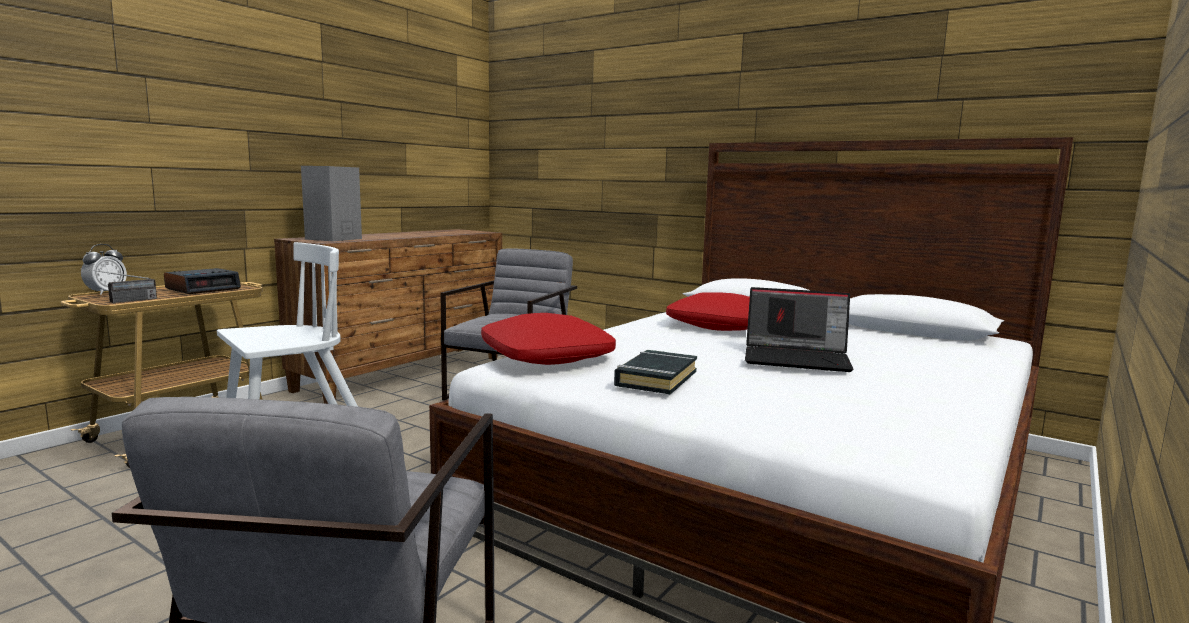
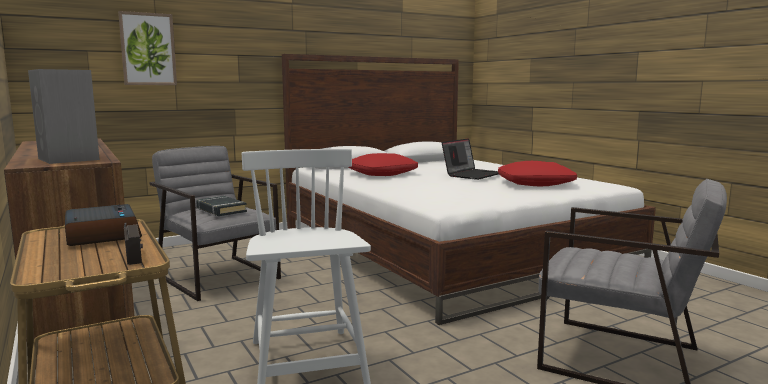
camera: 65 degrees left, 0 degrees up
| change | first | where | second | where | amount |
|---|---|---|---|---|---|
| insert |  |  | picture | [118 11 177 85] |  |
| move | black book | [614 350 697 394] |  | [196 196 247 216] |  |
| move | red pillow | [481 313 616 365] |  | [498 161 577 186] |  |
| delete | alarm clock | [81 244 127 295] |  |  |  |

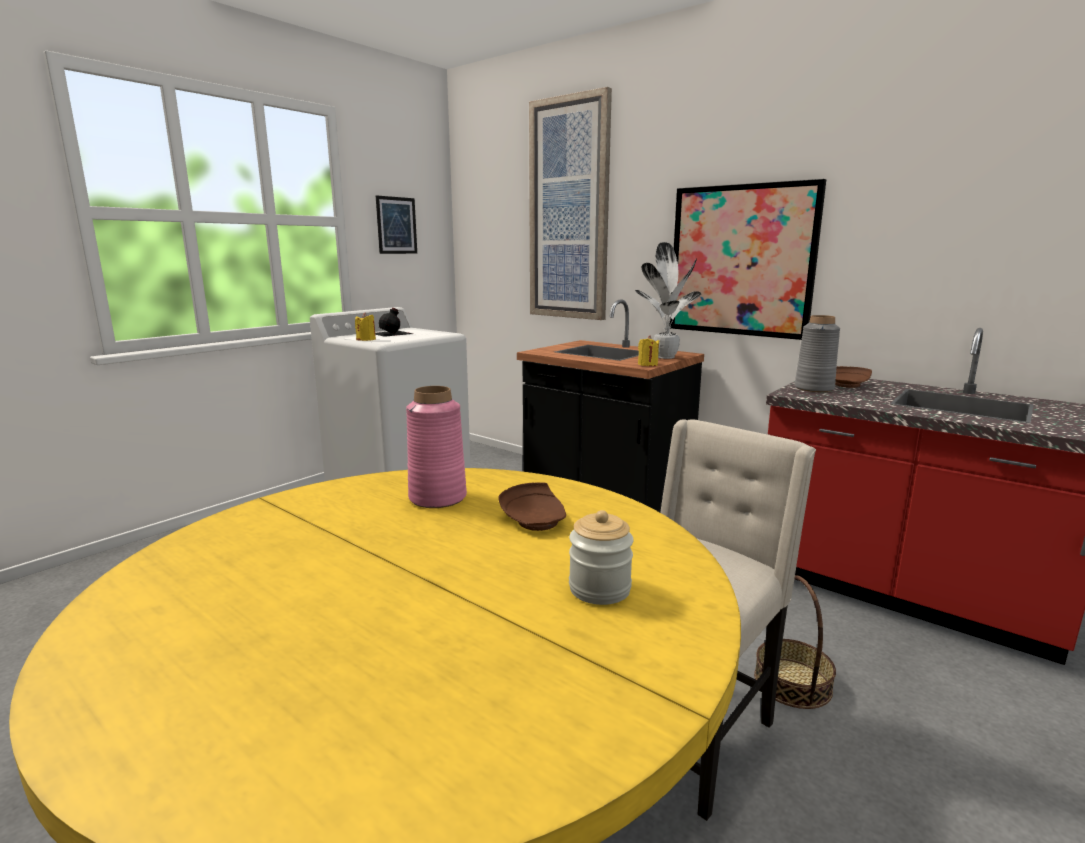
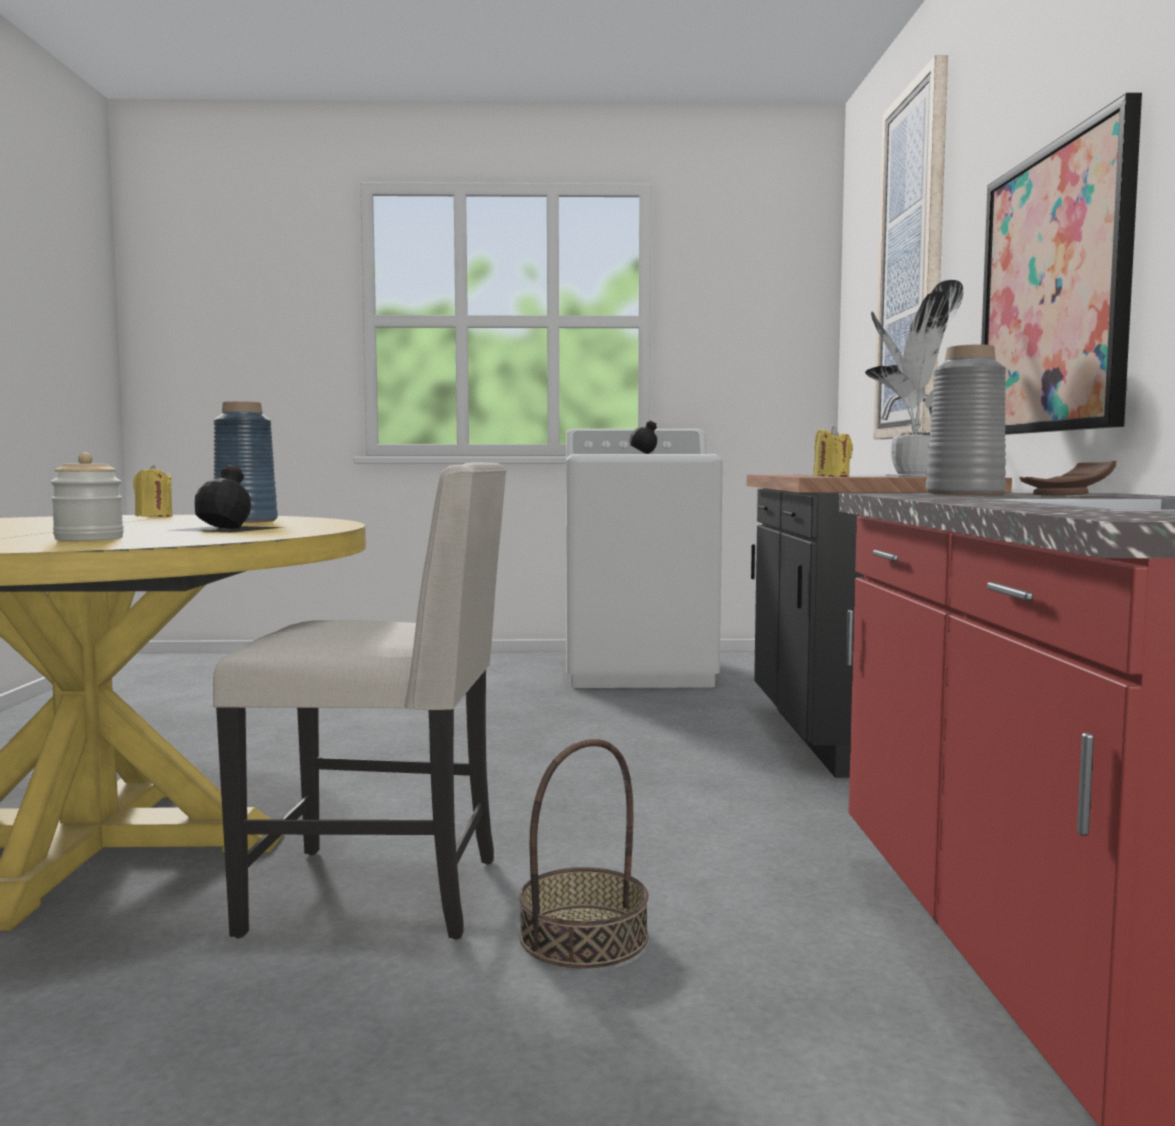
camera: 50 degrees right, 10 degrees down
| change | first | where | second | where | amount |
|---|---|---|---|---|---|
| move | yellow candle | [355 312 376 341] |  | [133 465 172 517] |  |
| replace | brown plate | [498 482 566 531] | black bottle | [165 465 285 532] |  |
| recolor | pink vase | [406 386 467 508] | blue vase | [213 401 278 523] |  |
| delete | picture | [376 195 417 254] |  |  |  |

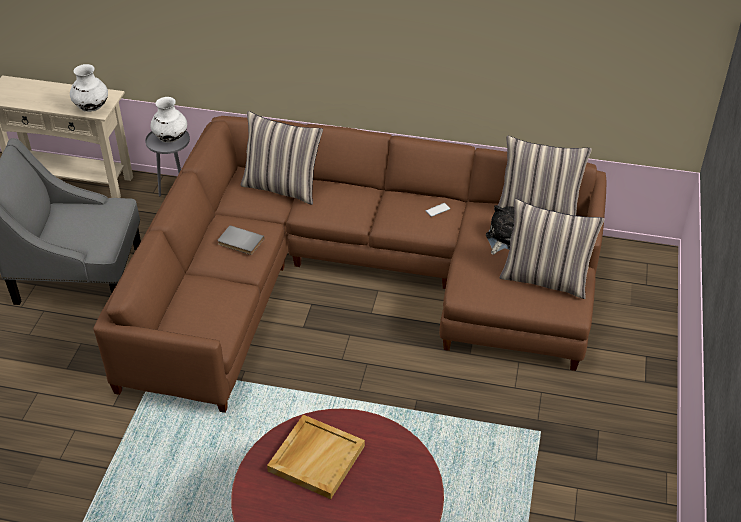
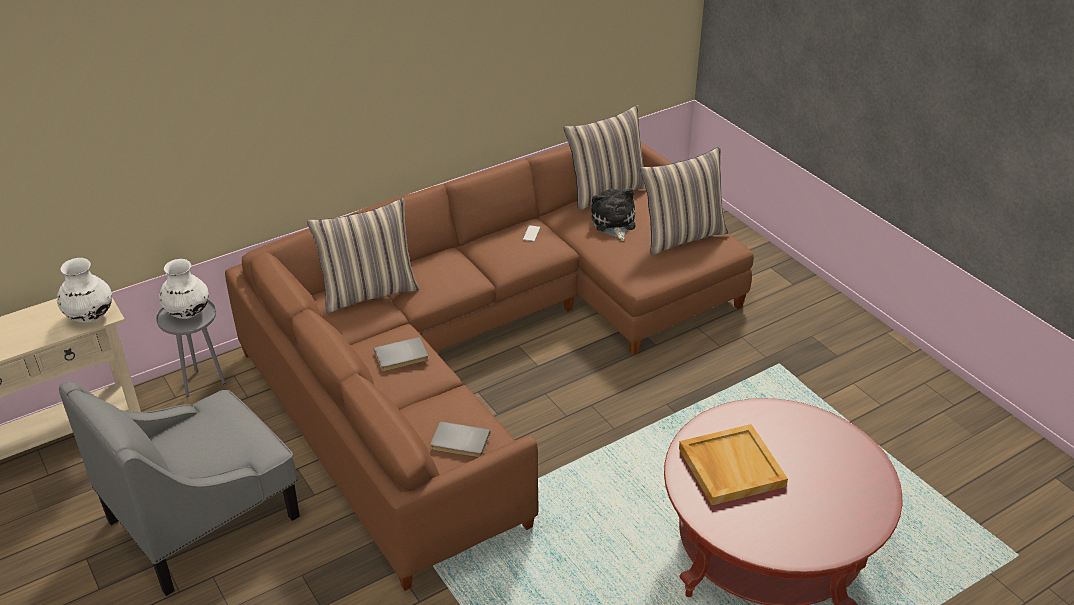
camera: 45 degrees left, 5 degrees down
| change | first | where | second | where | amount |
|---|---|---|---|---|---|
| insert |  |  | grey book | [430 421 490 458] |  |

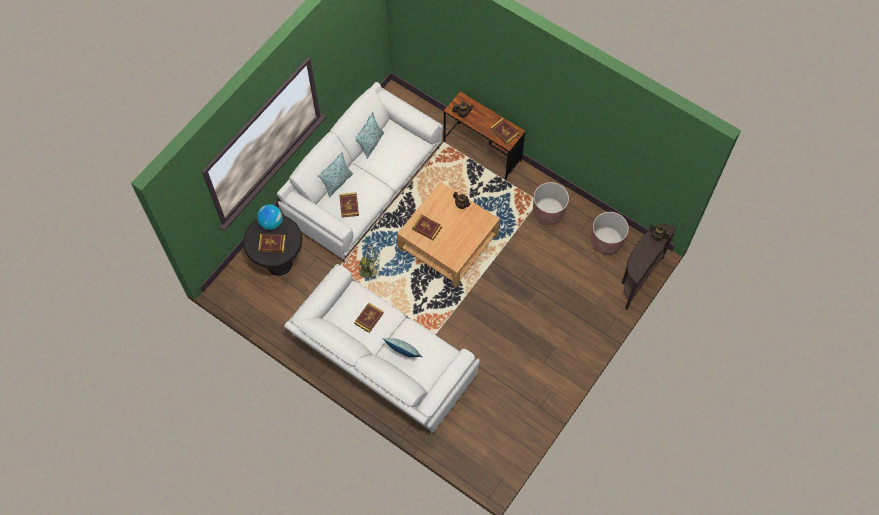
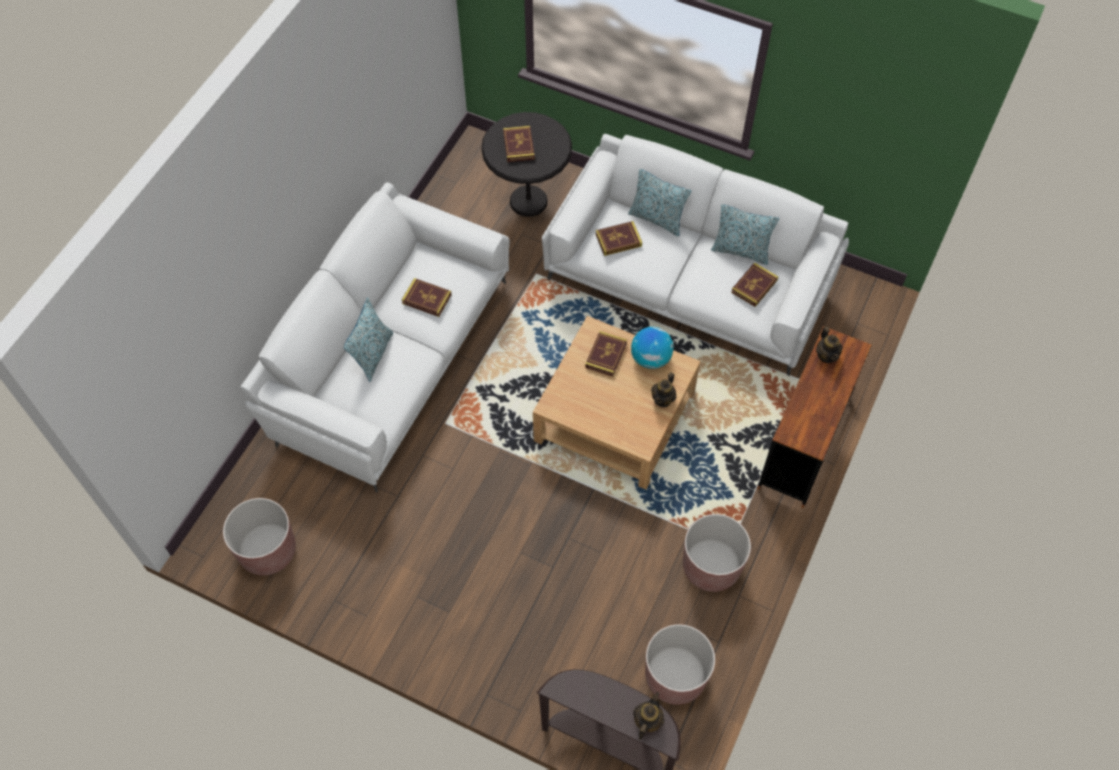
camera: 80 degrees right, 5 degrees down
| change | first | where | second | where | amount |
|---|---|---|---|---|---|
| insert |  |  | brown planter | [223 498 296 575] |  |
| move | globe | [257 204 283 230] |  | [631 327 674 369] |  |
| move | book | [490 118 519 145] |  | [731 262 778 307] |  |
| delete | green fan | [358 246 380 280] |  |  |  |

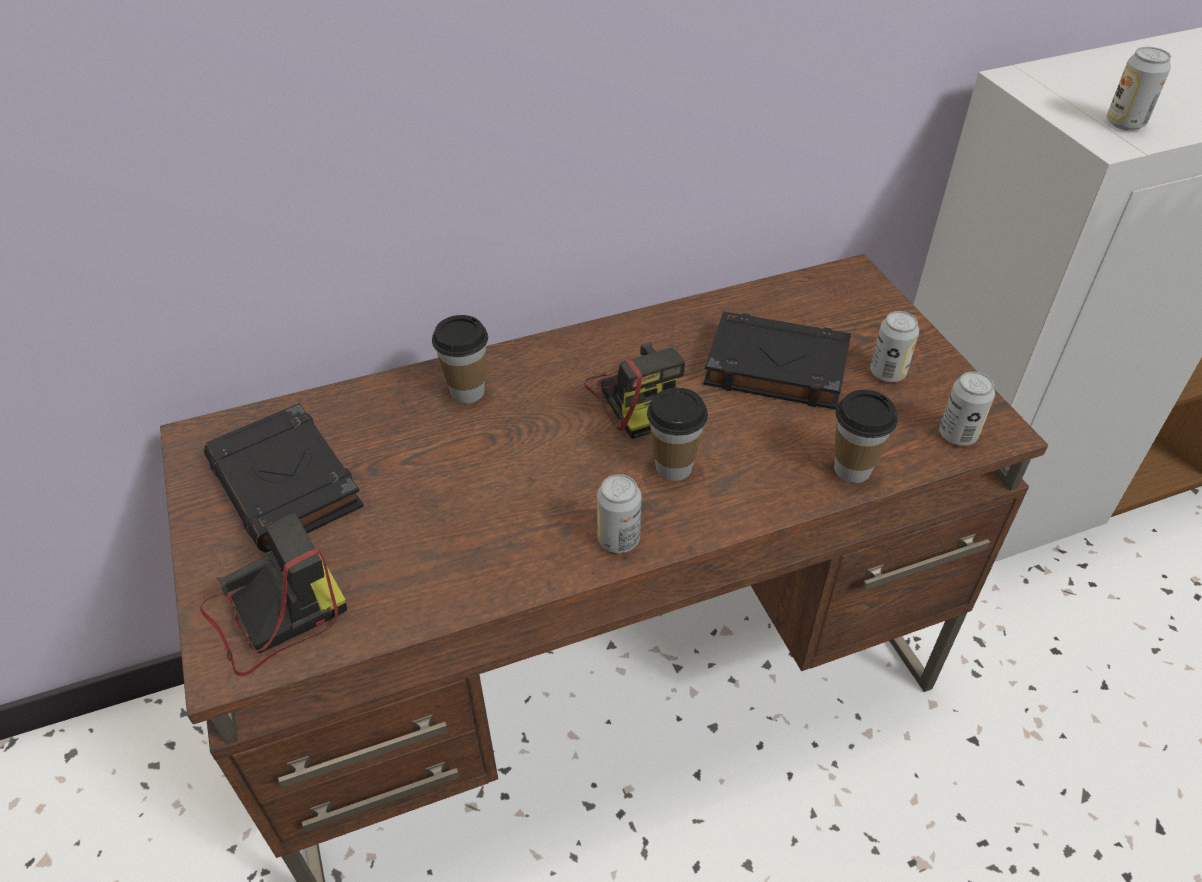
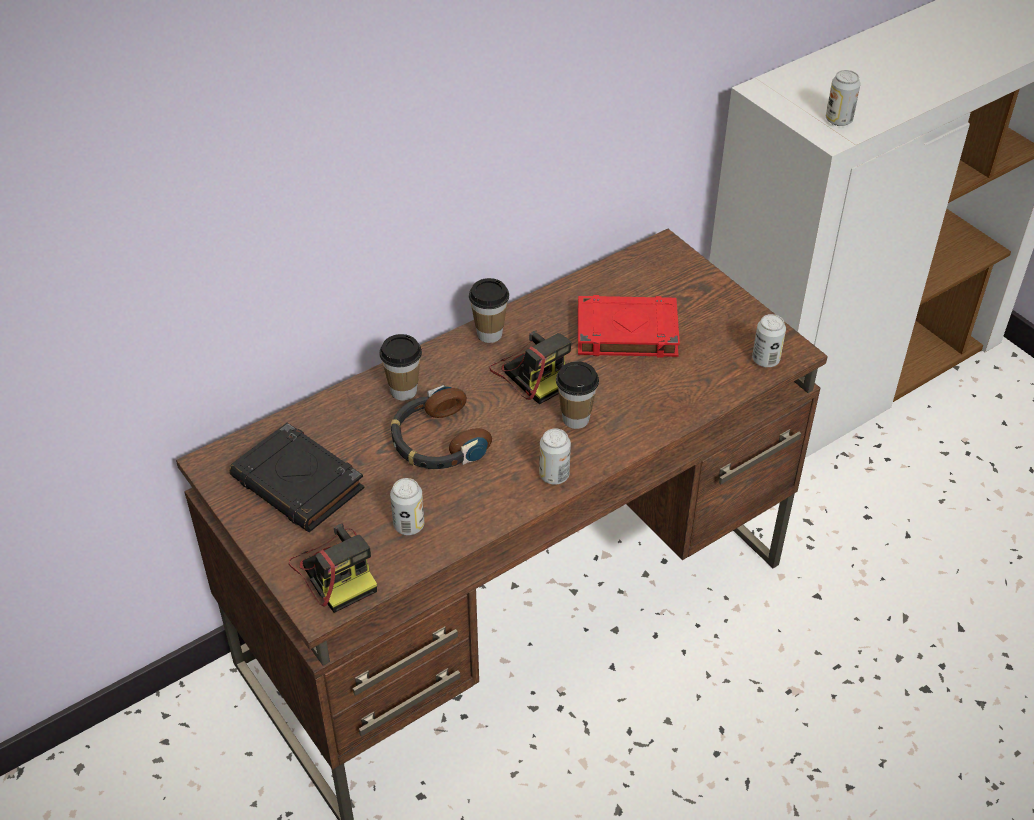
camera: 15 degrees left, 0 degrees up
| change | first | where | second | where | amount |
|---|---|---|---|---|---|
| rotate | photo camera | [200 512 347 677] |  | [289 523 377 613] | 105 degrees clockwise |
| move | can | [870 311 919 382] |  | [390 478 424 535] |  |
| insert |  |  | headphones | [391 385 492 469] |  |
| move | cup | [834 390 898 483] |  | [469 278 509 343] |  |
| recolor | black book | [703 311 851 410] | red book | [578 295 680 357] |  |

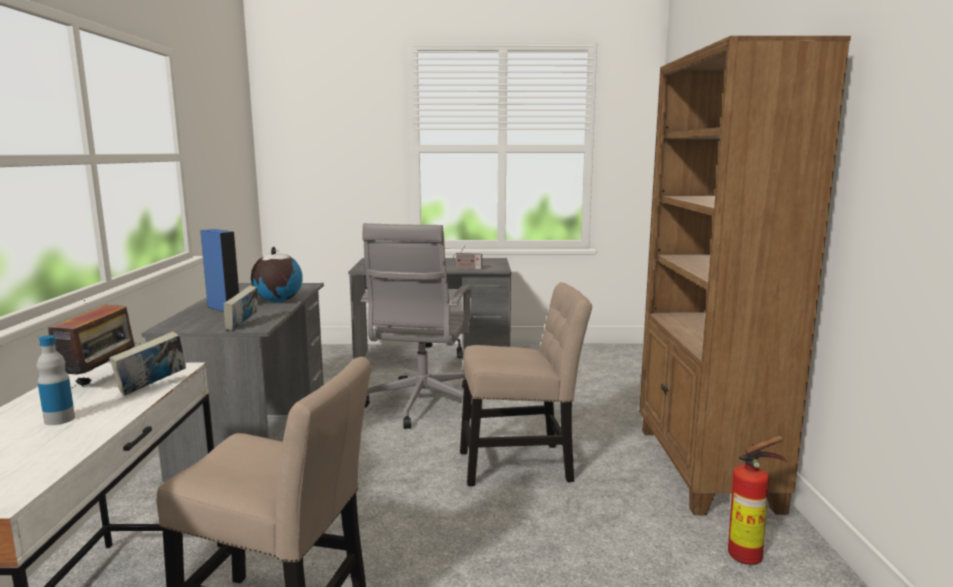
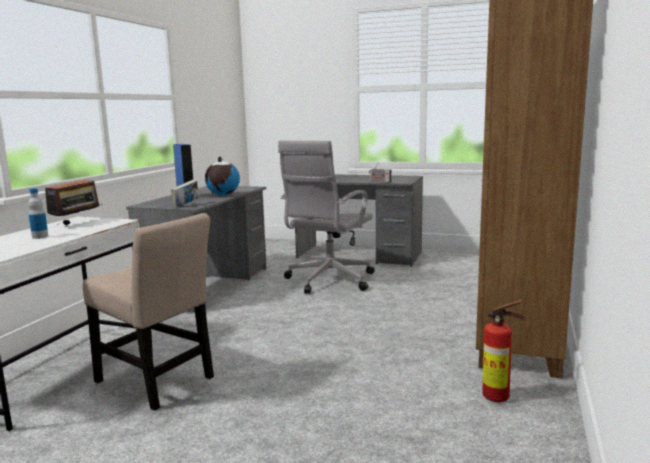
camera: 20 degrees right, 0 degrees up
| change | first | where | second | where | amount |
|---|---|---|---|---|---|
| delete | book | [109 332 186 395] |  |  |  |
| delete | beige chair | [460 282 592 486] |  |  |  |

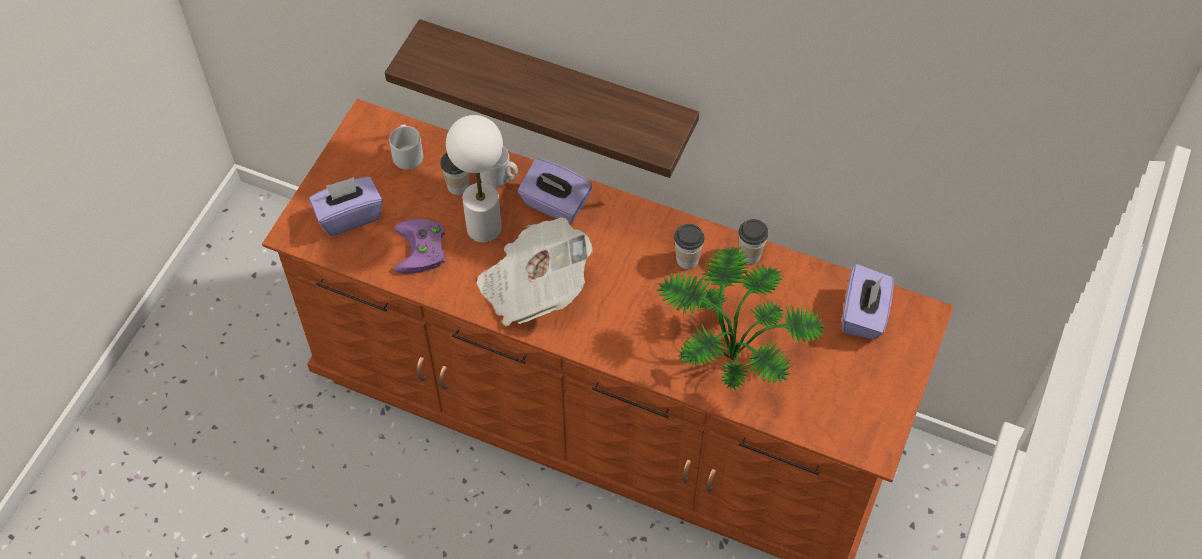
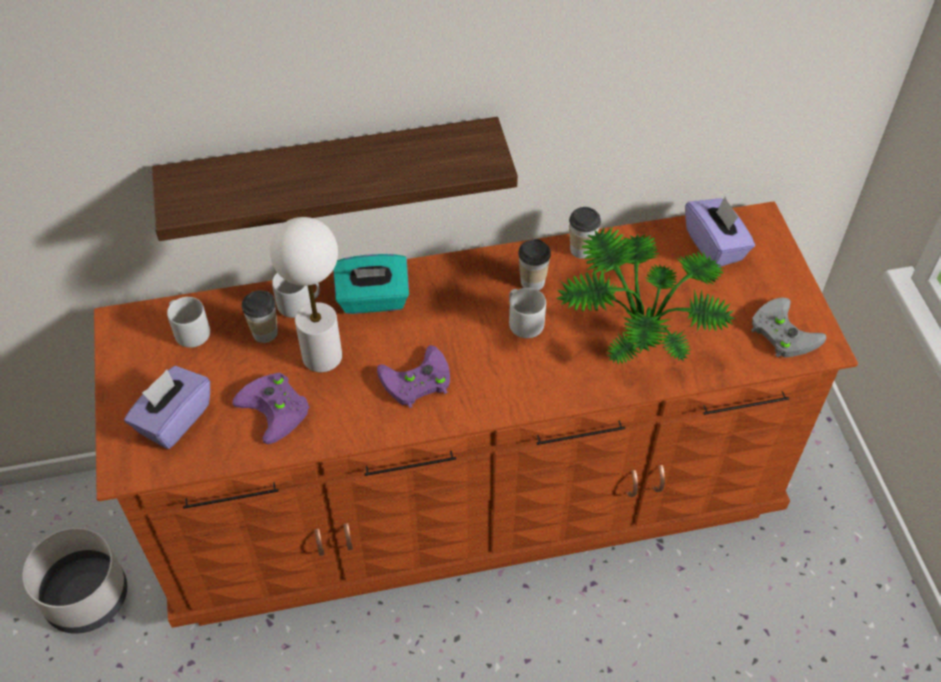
camera: 35 degrees left, 5 degrees down
| change | first | where | second | where | amount |
|---|---|---|---|---|---|
| insert |  |  | grey planter | [22 527 127 634] |  |
| recolor | purple tissue box | [518 158 592 224] | turquoise tissue box | [333 254 409 314] |  |
| replace | newspaper | [477 217 593 326] | purple game controller | [377 345 450 408] |  |
| insert |  |  | grey mug | [509 288 546 338] |  |
| insert |  |  | grey game controller | [751 297 827 358] |  |

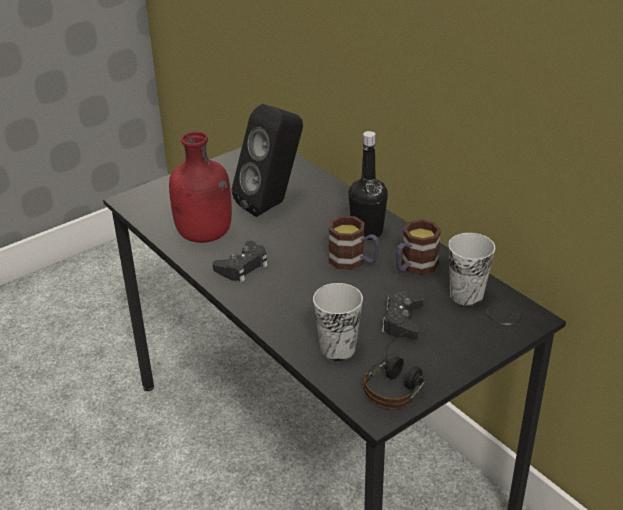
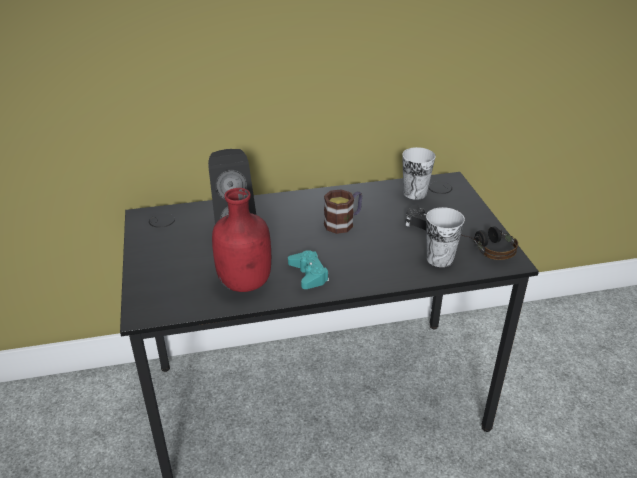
camera: 65 degrees left, 0 degrees up
| change | first | where | second | where | amount |
|---|---|---|---|---|---|
| recolor | black game controller | [213 241 268 282] | turquoise game controller | [288 250 329 289] |  |
| delete | black bottle | [349 131 388 240] |  |  |  |
| delete | mug | [396 219 441 275] |  |  |  |

